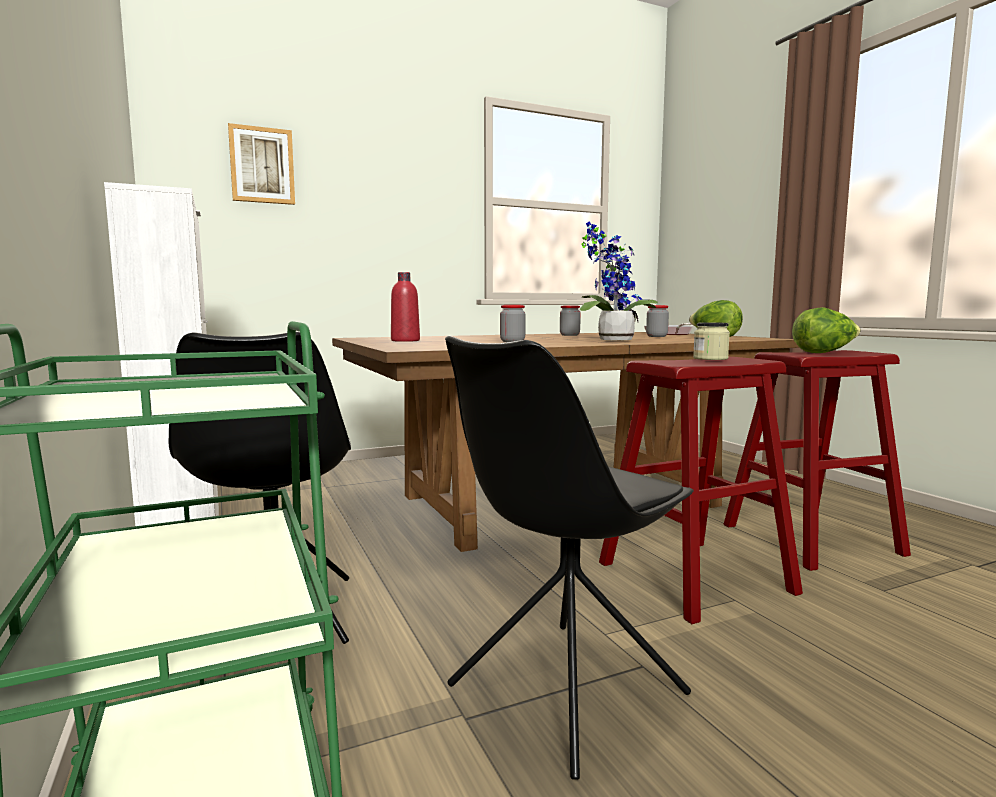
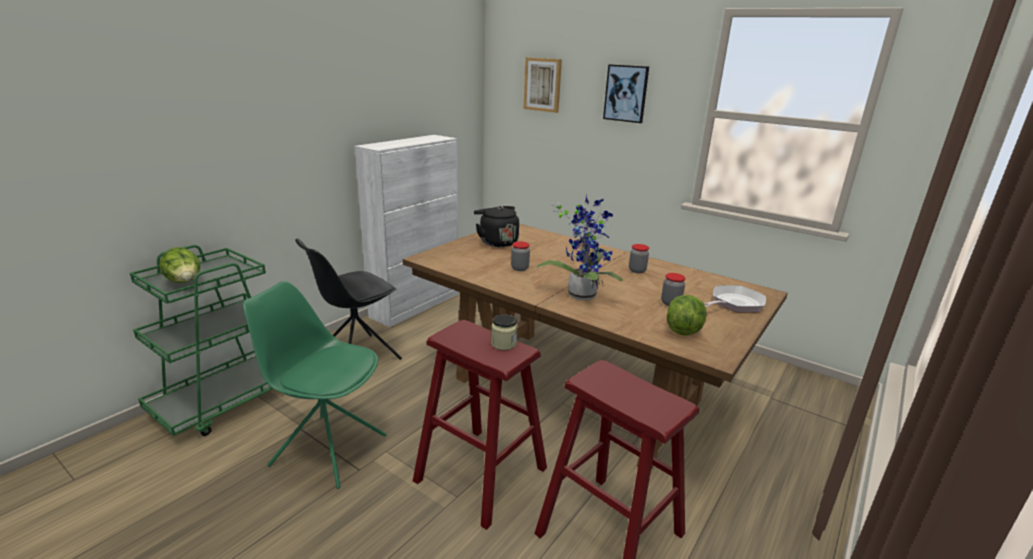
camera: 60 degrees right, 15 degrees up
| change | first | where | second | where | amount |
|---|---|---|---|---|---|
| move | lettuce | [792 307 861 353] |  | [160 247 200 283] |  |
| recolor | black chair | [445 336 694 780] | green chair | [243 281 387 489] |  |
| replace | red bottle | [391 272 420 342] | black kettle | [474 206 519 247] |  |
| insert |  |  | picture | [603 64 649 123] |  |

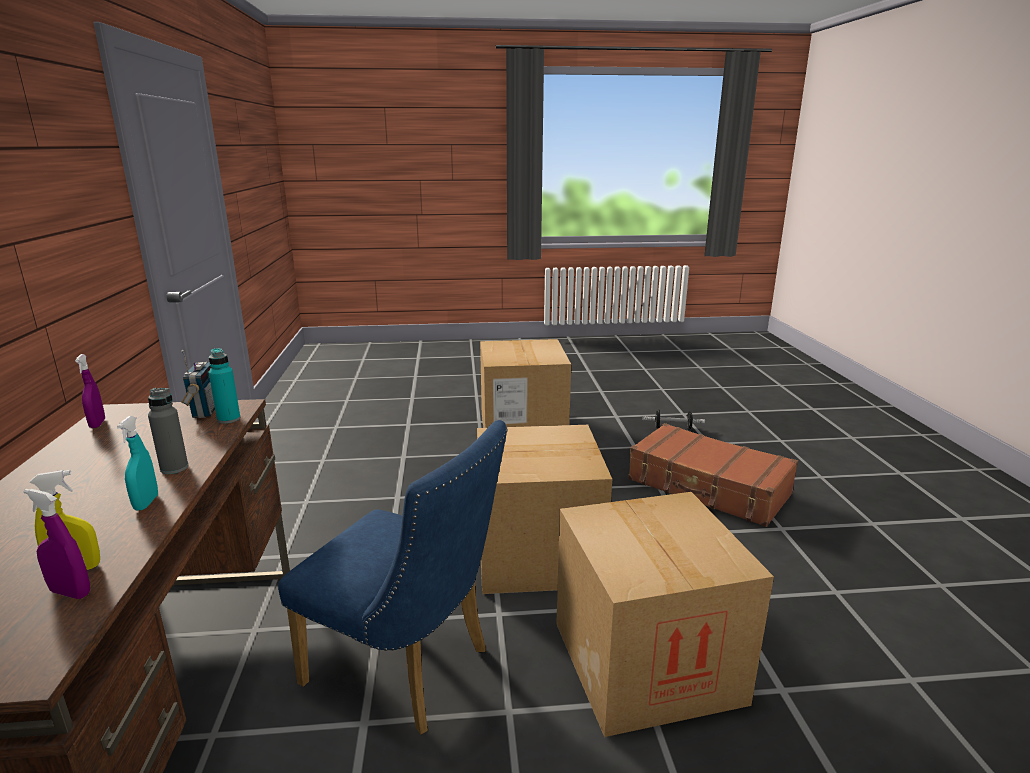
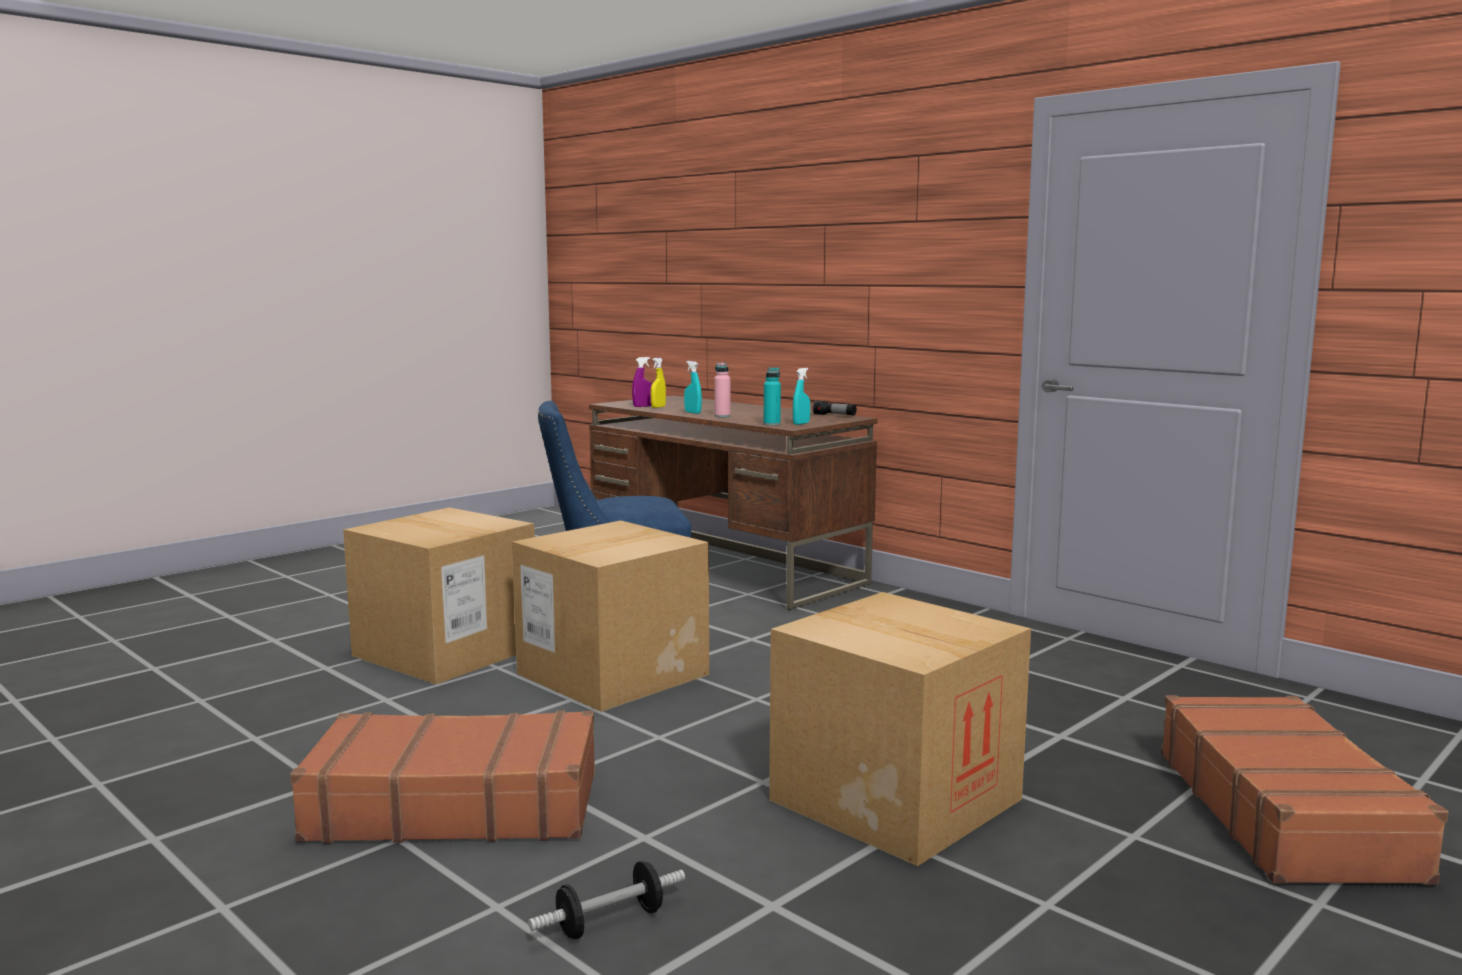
camera: 140 degrees right, 10 degrees down
| change | first | where | second | where | amount |
|---|---|---|---|---|---|
| recolor | grey bottle | [148 388 188 474] | pink bottle | [714 362 730 417] |  |
| replace | radio | [181 350 215 418] | turquoise spray bottle | [793 368 810 425] |  |
| replace | purple spray bottle | [75 354 105 428] | flashlight | [812 400 857 415] |  |
| insert |  |  | brown suitcase | [1161 695 1449 884] |  |

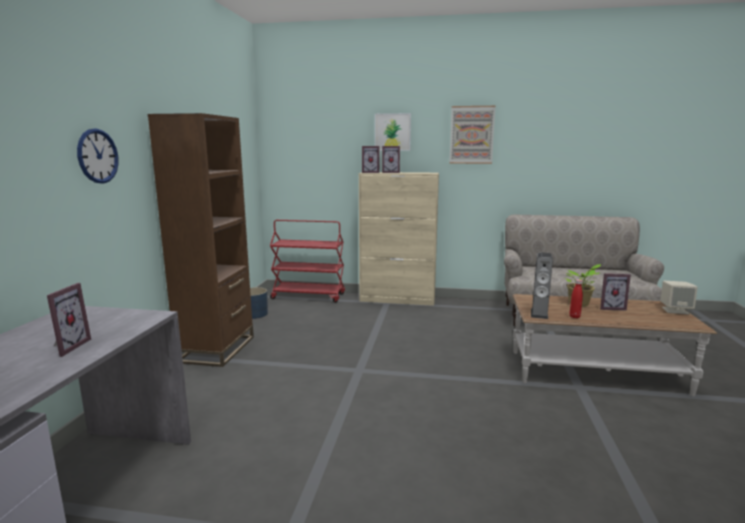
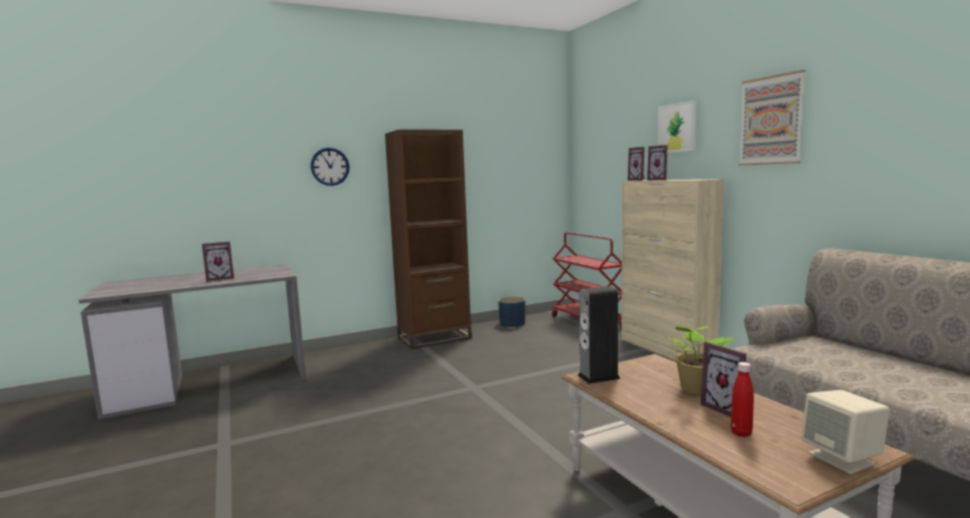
camera: 55 degrees right, 5 degrees down
| change | first | where | second | where | amount |
|---|---|---|---|---|---|
| move | red bottle | [570 279 583 318] |  | [731 362 754 437] |  |

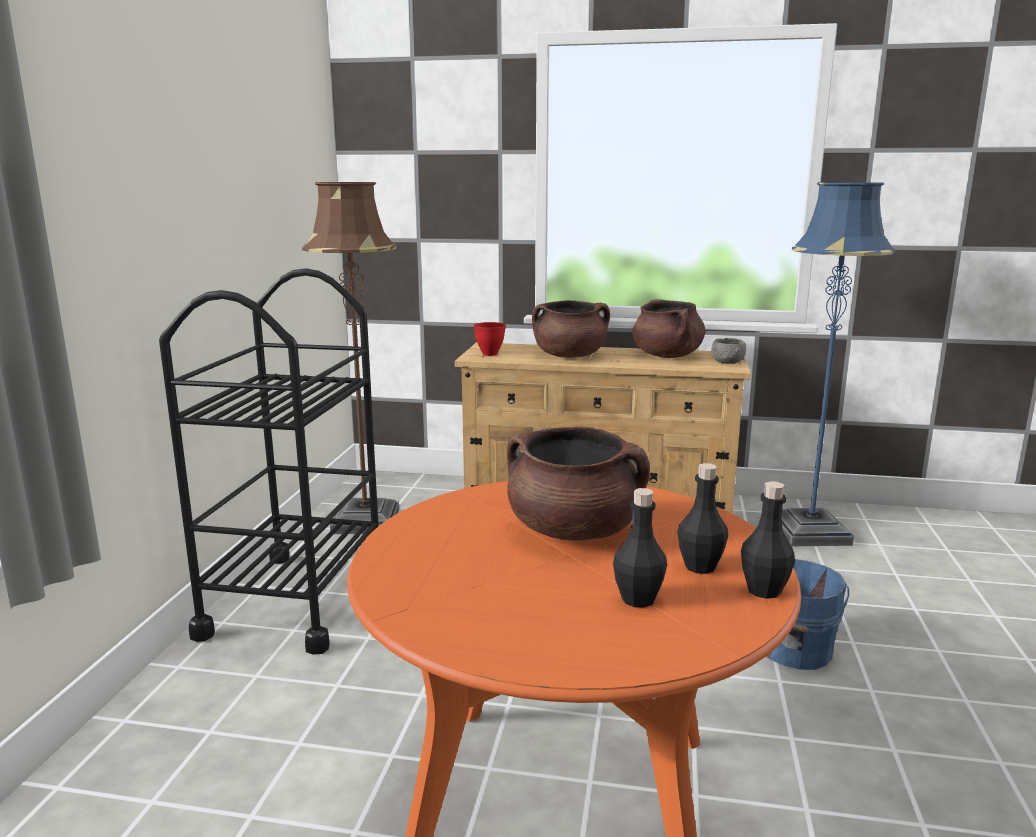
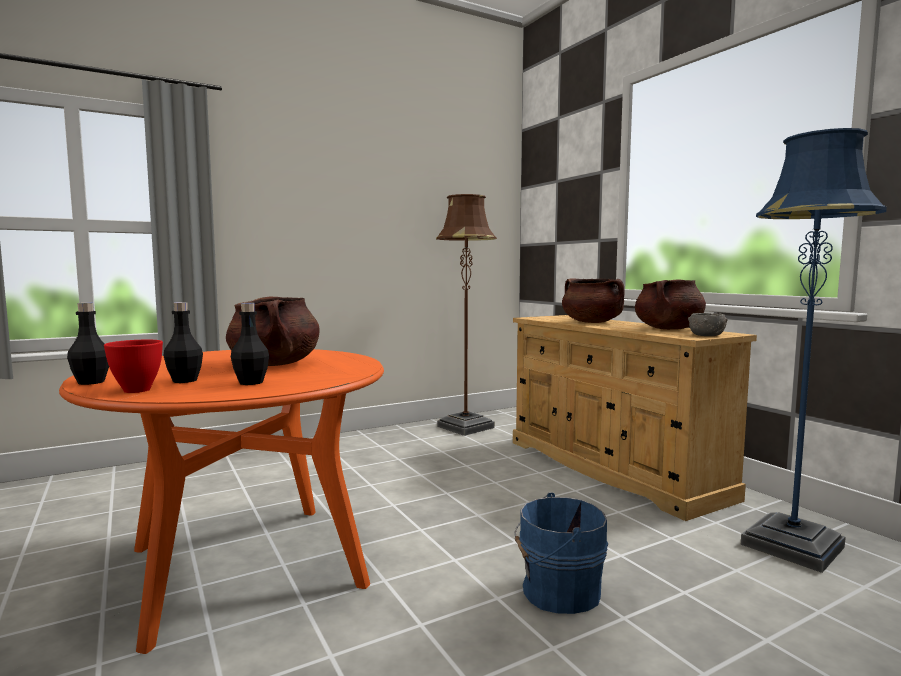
camera: 50 degrees right, 10 degrees down
| change | first | where | second | where | amount |
|---|---|---|---|---|---|
| move | black bottle | [741 481 795 599] |  | [67 303 109 385] |  |
| move | red bowl | [474 322 506 356] |  | [104 340 163 393] |  |
| delete | black cart | [159 268 378 655] |  |  |  |

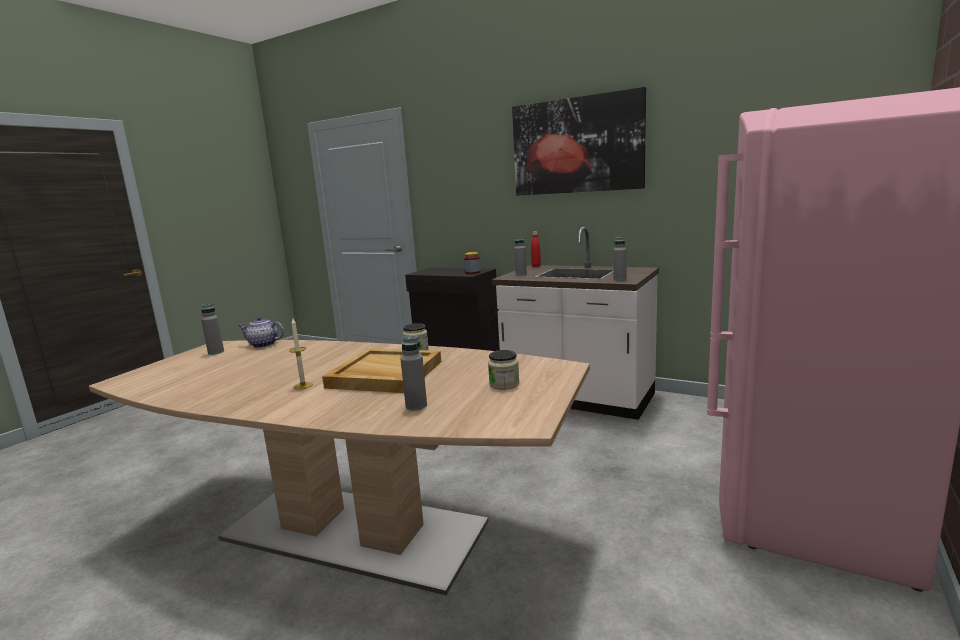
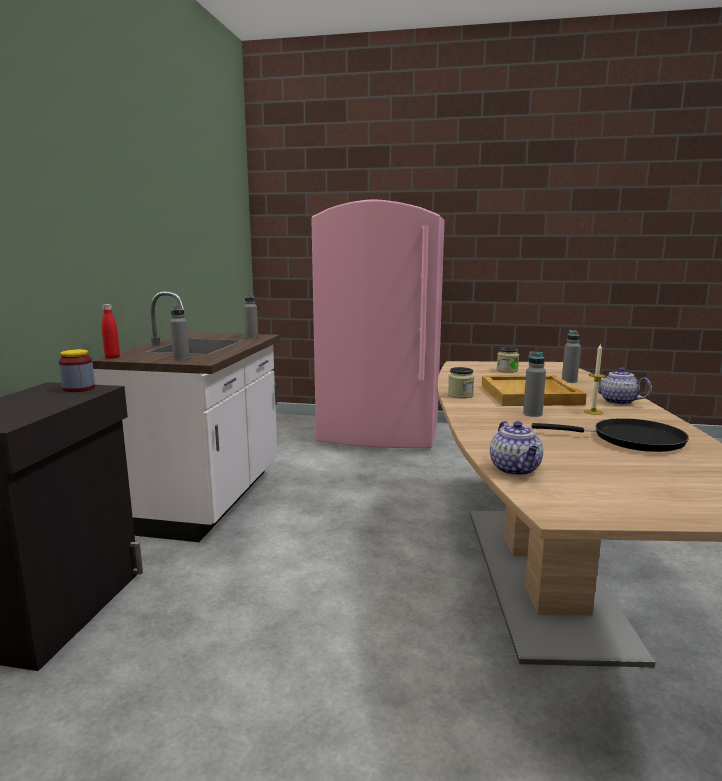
camera: 110 degrees left, 0 degrees up
| change | first | where | second | where | amount |
|---|---|---|---|---|---|
| move | grey bottle | [201 303 224 355] |  | [523 351 546 417] |  |
| insert |  |  | black frying pan | [532 418 689 452] |  |
| insert |  |  | teapot | [592 367 652 405] |  |
| delete | picture | [512 87 646 196] |  |  |  |

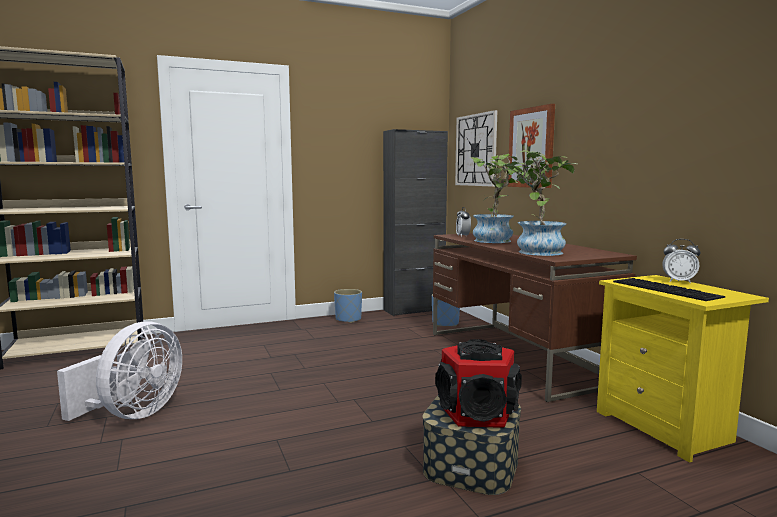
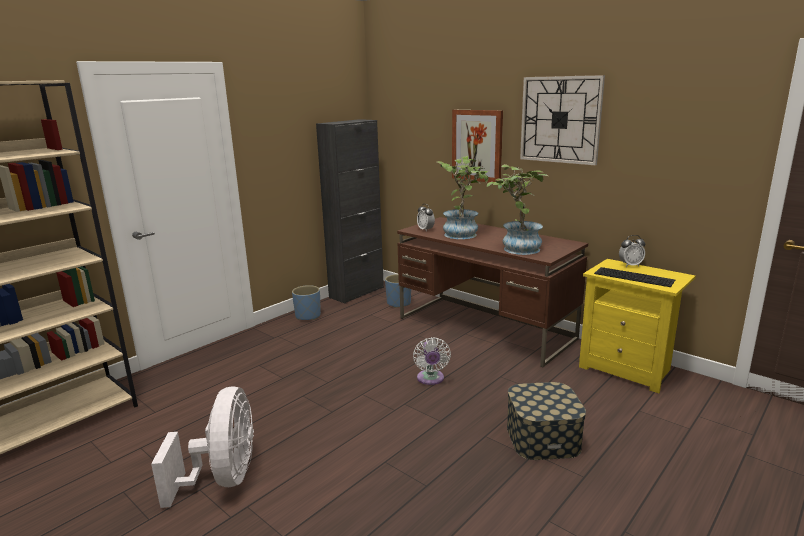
camera: 25 degrees left, 10 degrees up
| change | first | where | second | where | amount |
|---|---|---|---|---|---|
| insert |  |  | white fan | [413 337 451 385] |  |
| move | wall clock | [455 110 498 187] |  | [520 75 605 165] |  |
| delete | speaker | [435 339 522 428] |  |  |  |

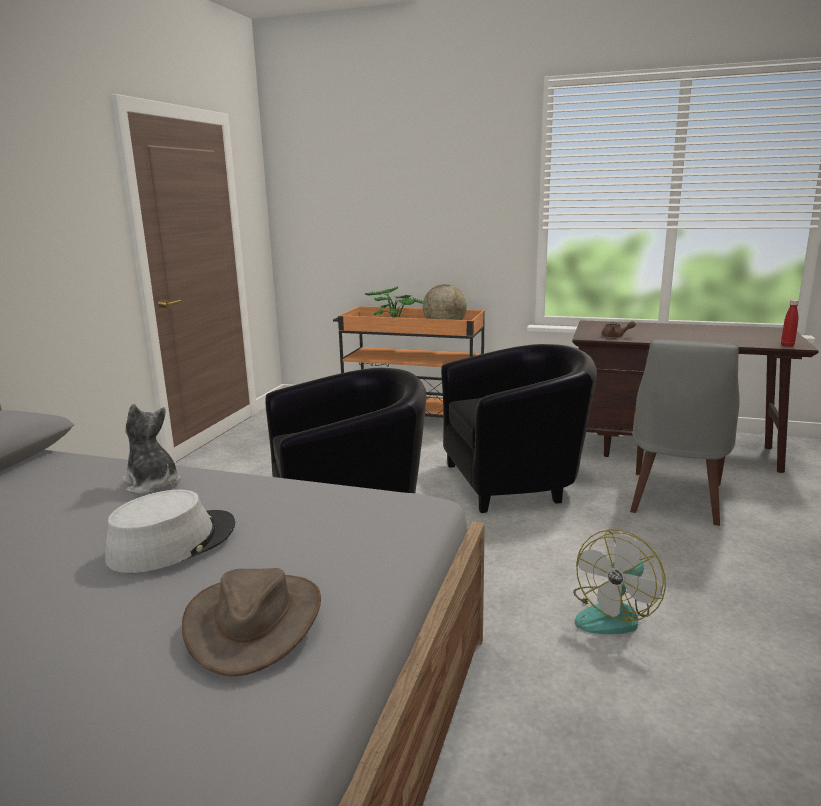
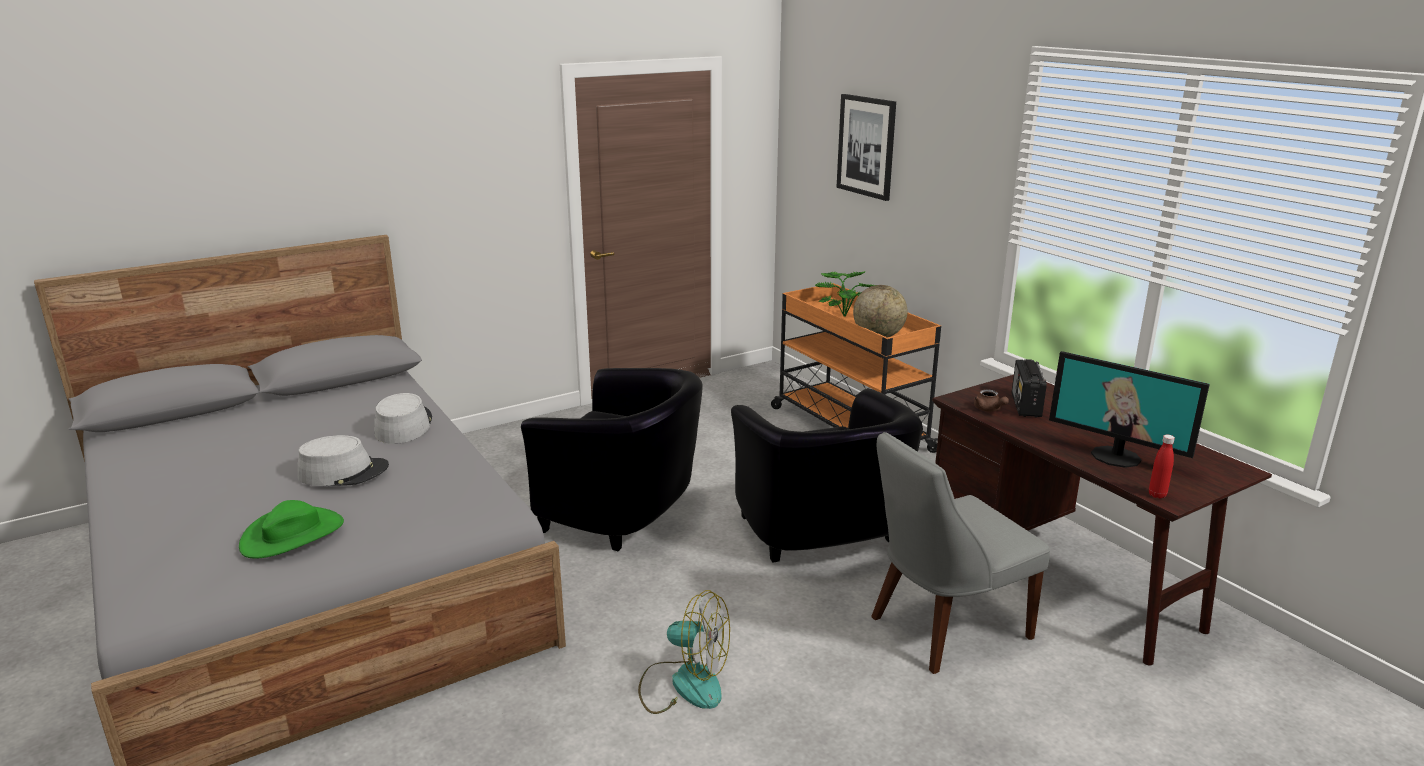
camera: 40 degrees right, 5 degrees up
| change | first | where | second | where | amount |
|---|---|---|---|---|---|
| recolor | brown hat | [182 568 321 676] | green hat | [239 500 344 559] |  |
| replace | plush toy | [123 404 181 494] | grey hat | [374 393 432 444] |  |
| rotate | fan | [573 529 666 634] |  | [638 590 730 714] | 150 degrees counterclockwise |
| rotate | black armchair | [441 344 597 513] |  | [731 389 923 563] | 45 degrees clockwise |
| insert |  |  | picture | [837 94 896 201] |  |
| insert |  |  | radio | [1012 359 1047 418] |  |
| insert |  |  | monitor | [1049 351 1210 468] |  |

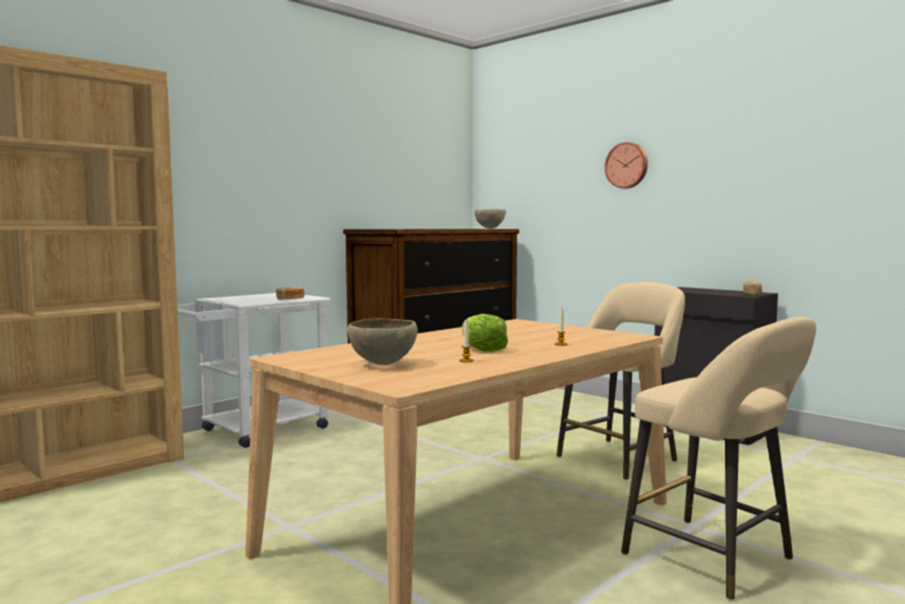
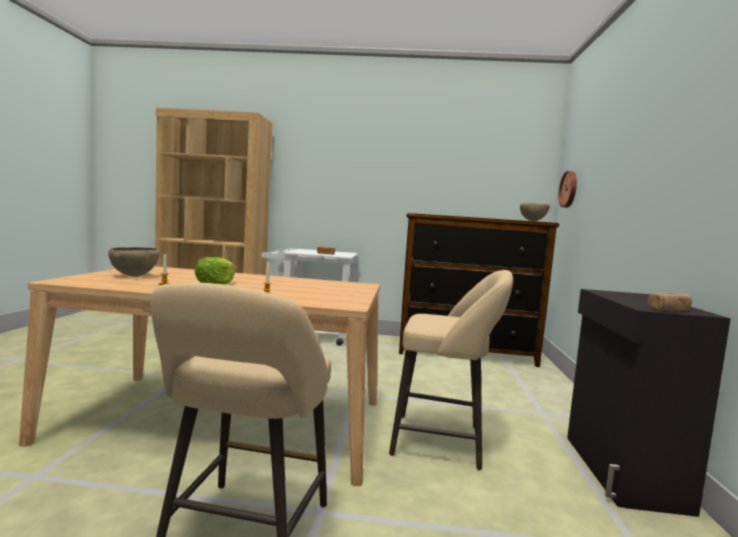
camera: 50 degrees right, 0 degrees up
| change | first | where | second | where | amount |
|---|---|---|---|---|---|
| move | wall clock | [605 142 648 189] |  | [558 171 577 208] |  |

